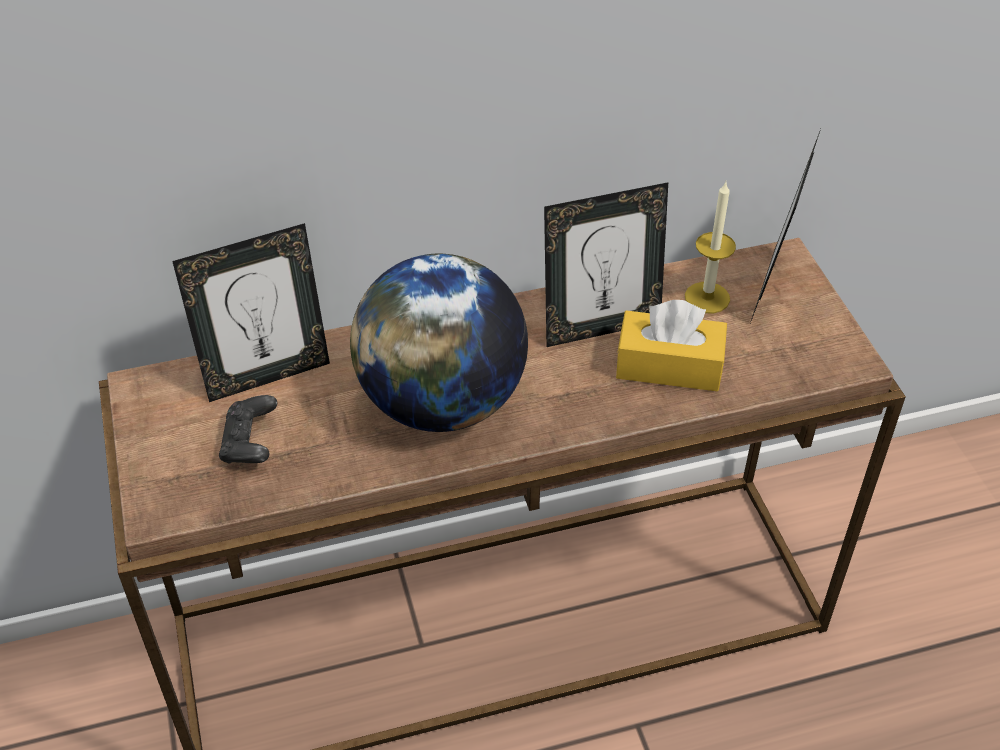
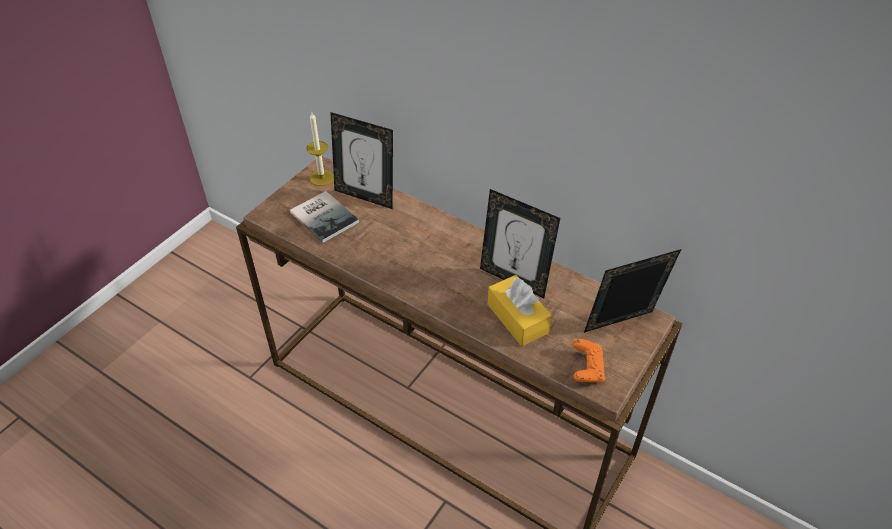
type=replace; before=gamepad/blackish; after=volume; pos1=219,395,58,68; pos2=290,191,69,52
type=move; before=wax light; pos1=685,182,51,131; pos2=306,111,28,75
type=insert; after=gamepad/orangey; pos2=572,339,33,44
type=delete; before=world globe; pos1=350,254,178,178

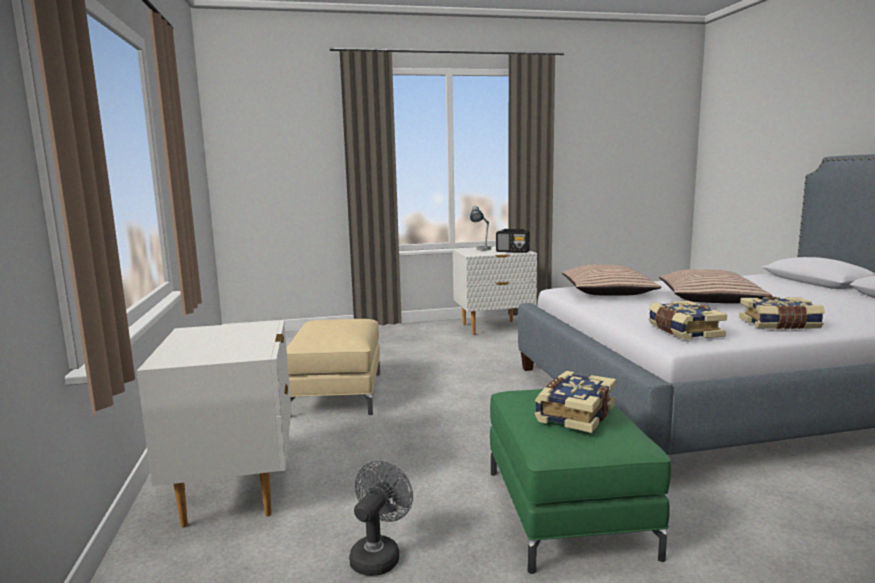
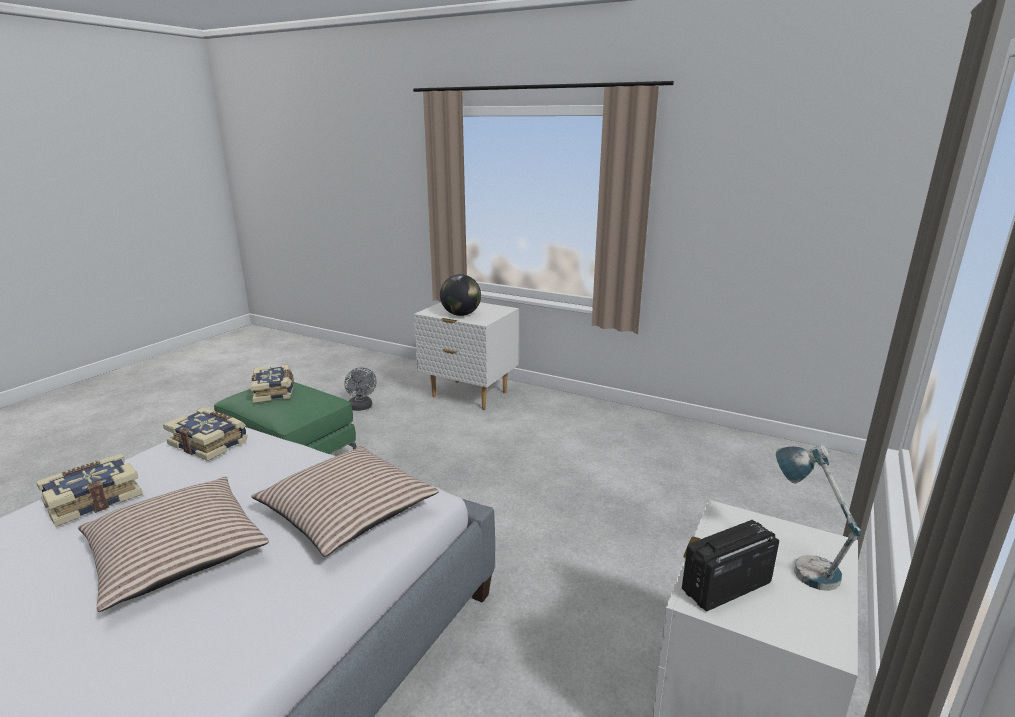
type=insert; after=world globe; pos2=440,274,41,42
type=delete; before=pouffe/beige-coloured; pos1=286,319,94,96

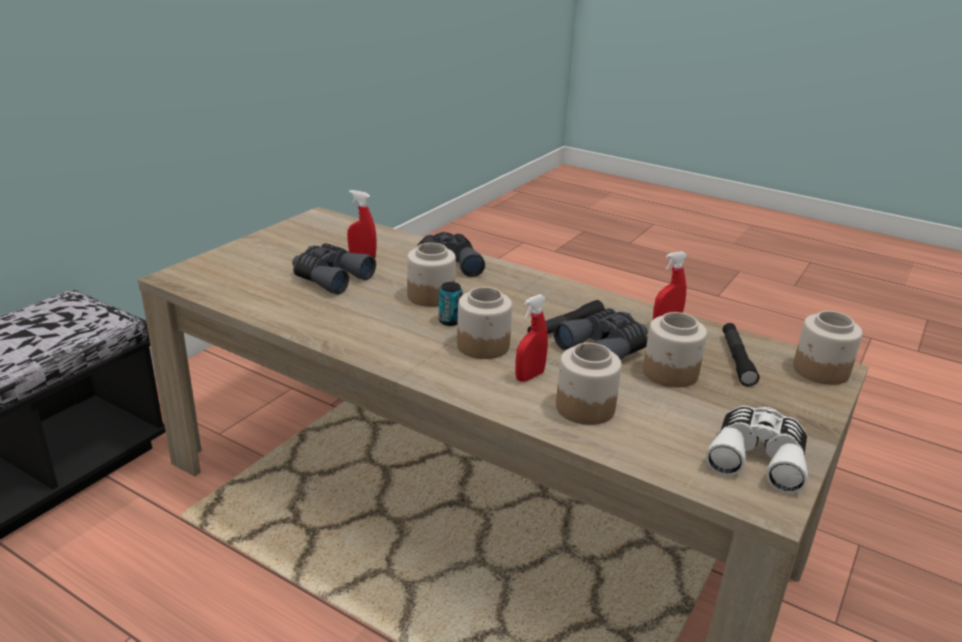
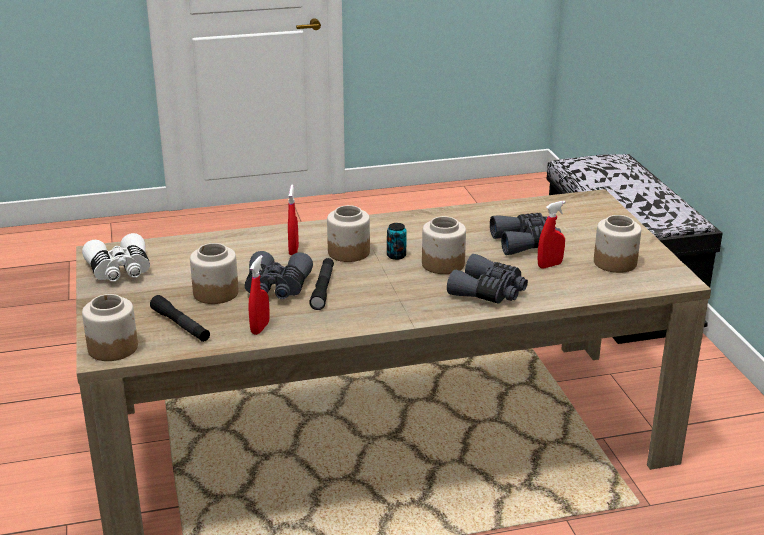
type=move; before=storage jar; pos1=556,343,66,82; pos2=594,215,47,58

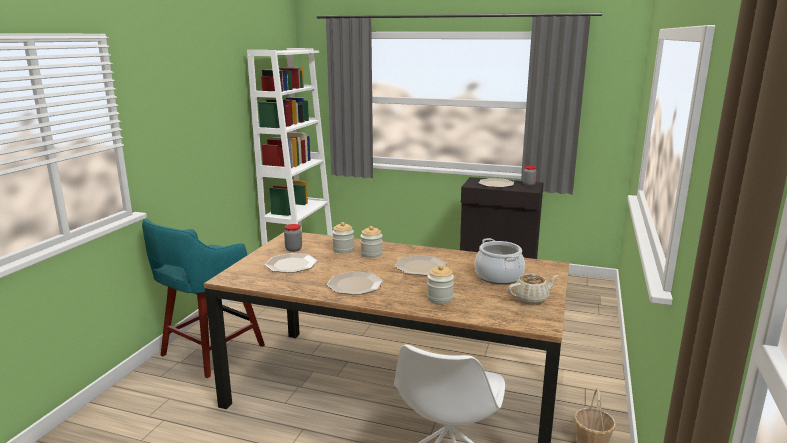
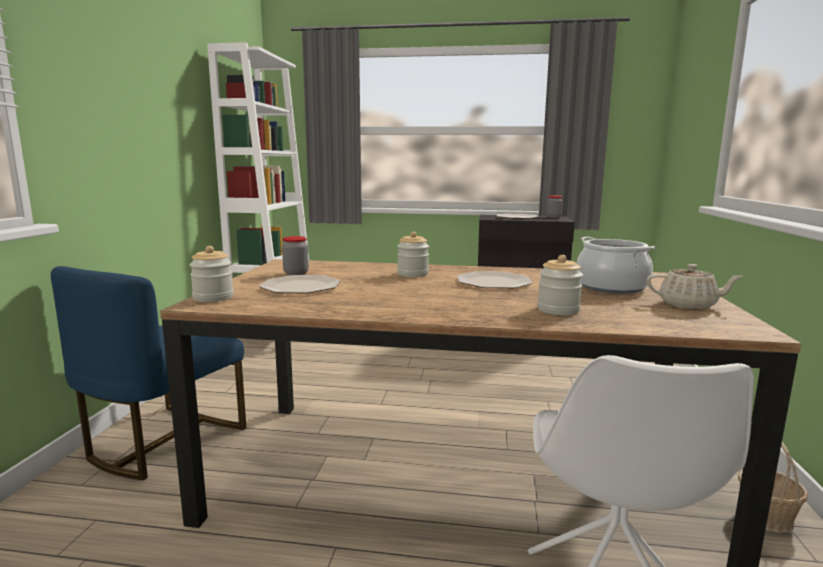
type=replace; before=stool/blue-green; after=chair/blue-coloured; pos1=142,219,123,159; pos2=51,266,195,215
type=move; before=storage jar; pos1=332,222,22,31; pos2=190,246,43,56
type=rotate; before=pot for tea/beige-coloured; pos1=508,273,50,32; pos2=646,264,97,46; turn=45
type=delete; before=flat dish; pos1=327,271,56,24

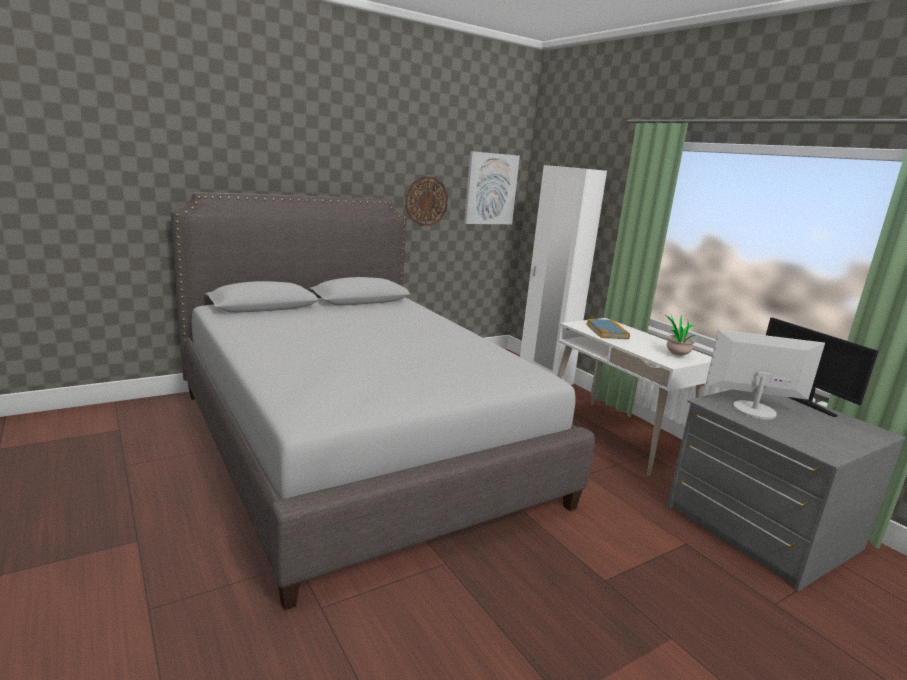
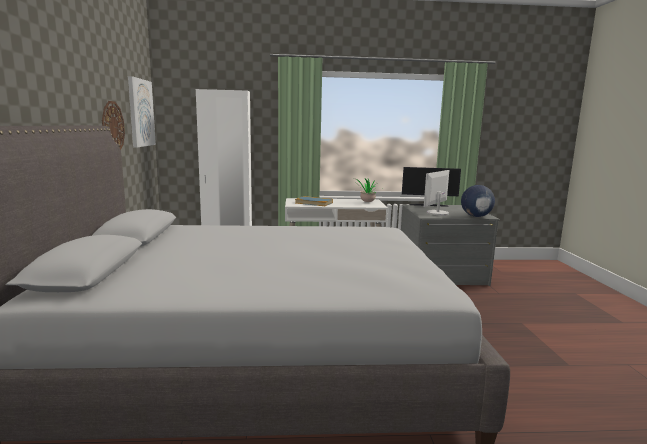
type=insert; after=world globe; pos2=461,185,34,32

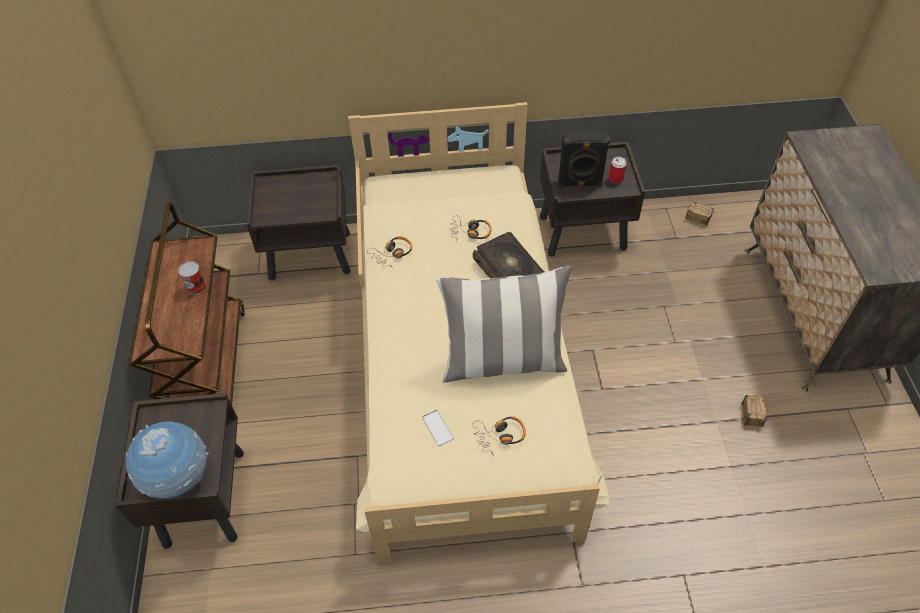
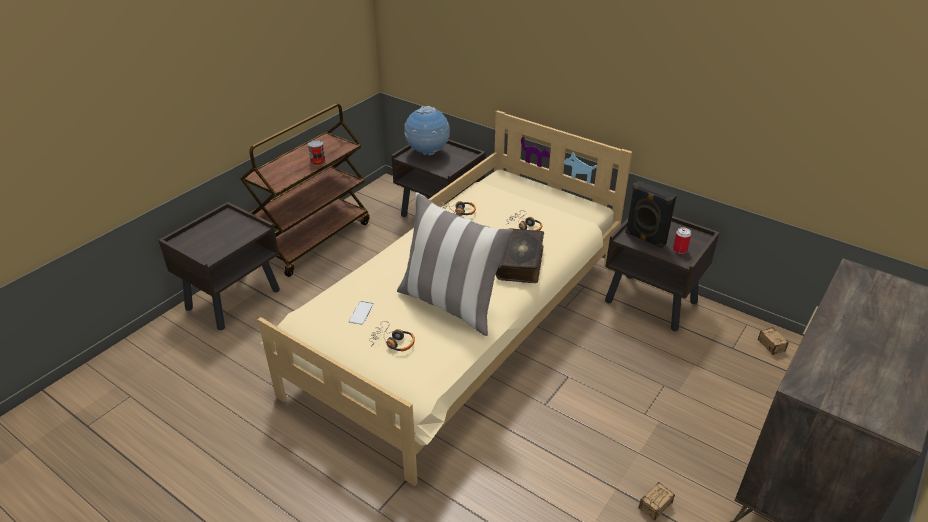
type=move; before=world globe; pos1=126,421,83,78; pos2=404,106,46,50

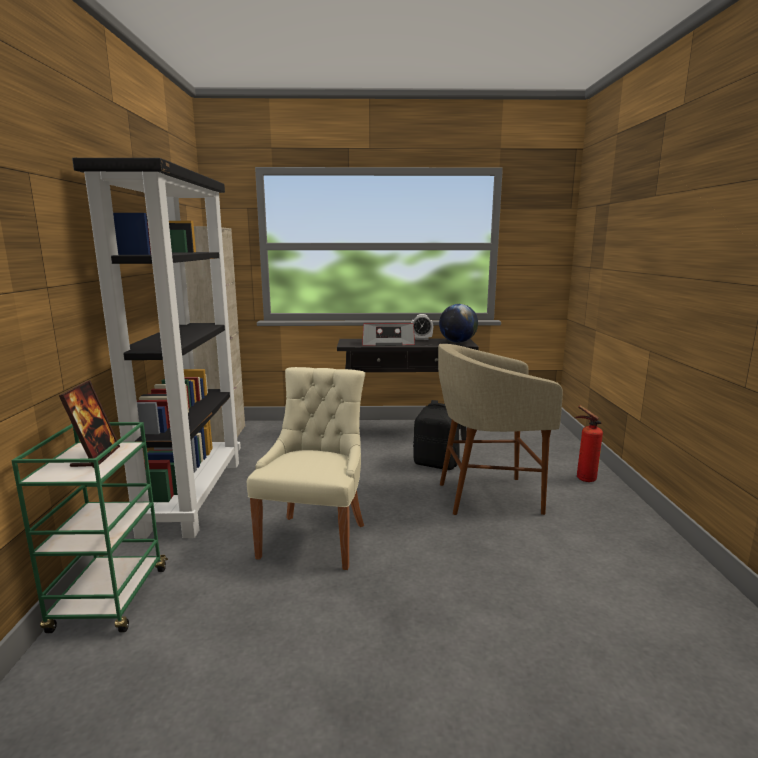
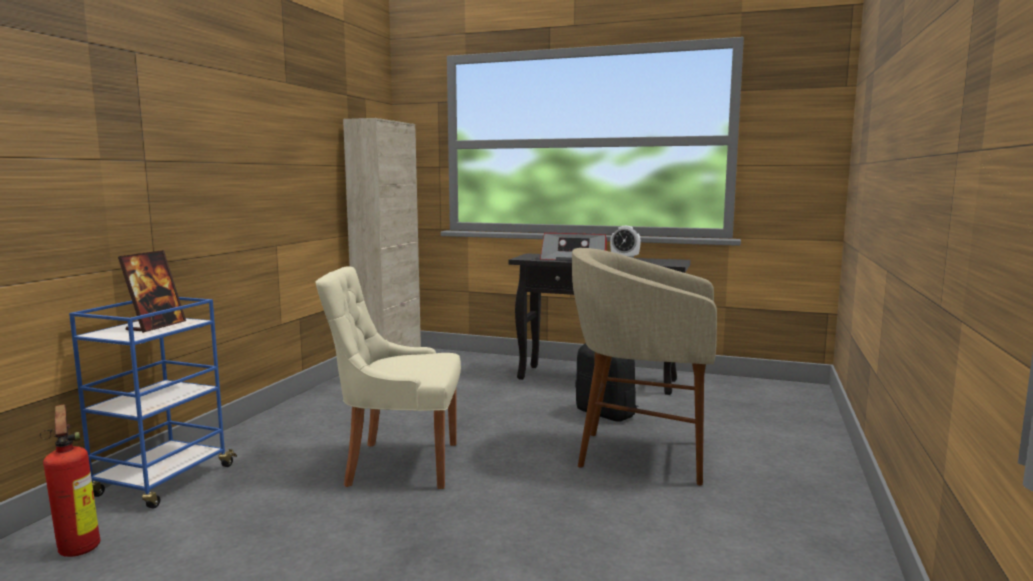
type=move; before=fire extinguisher; pos1=575,405,28,77; pos2=40,404,61,153
type=recolor; before=trolley/green; after=trolley/blue-coloured; pos1=11,422,157,211; pos2=69,297,168,212
type=rotate; before=chair/beige-coloured; pos1=247,367,118,203; pos2=316,266,145,223; turn=-120
type=delete; before=bookcase/blackish; pos1=72,158,169,381
type=delete; before=world globe; pos1=439,304,39,39

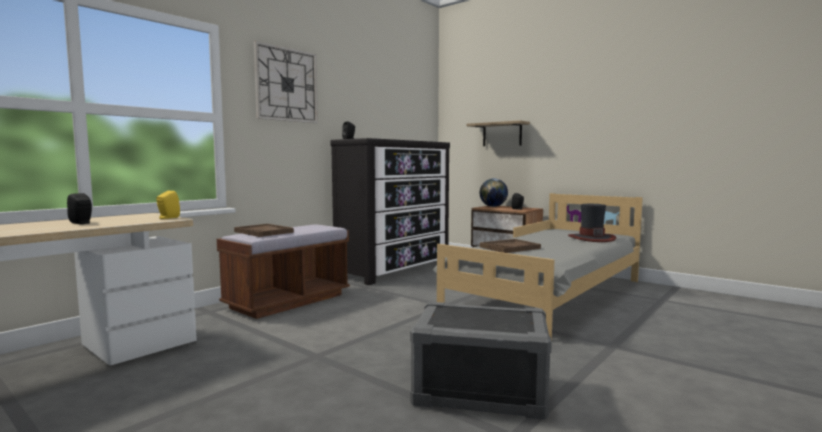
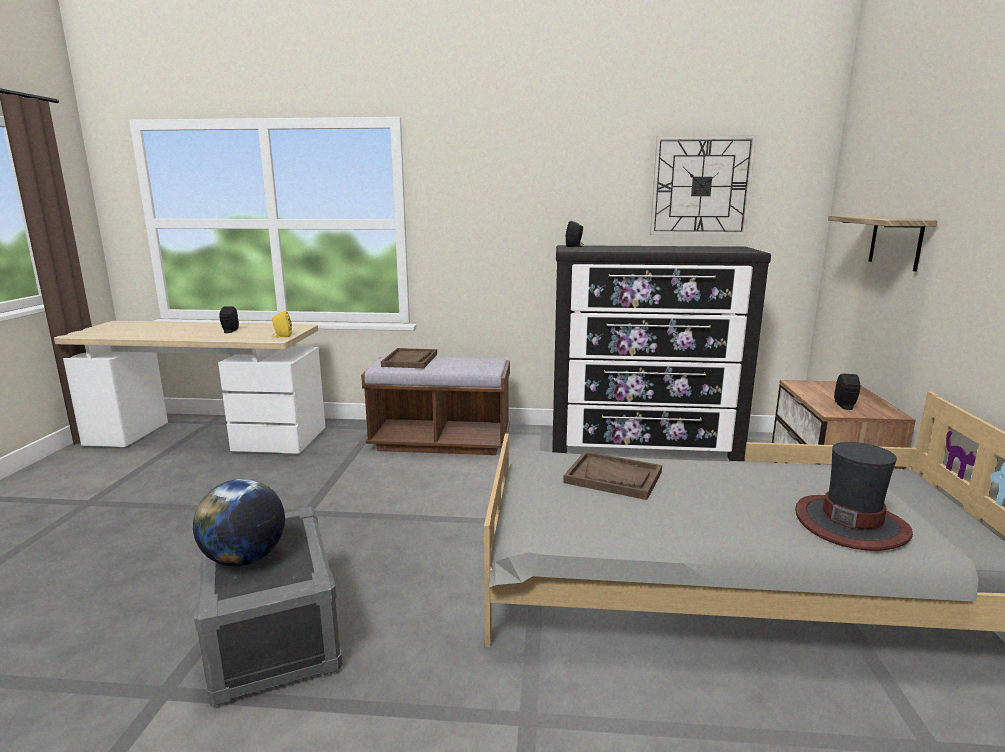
type=move; before=world globe; pos1=480,178,28,29; pos2=193,479,92,87
type=move; before=clock on the wall; pos1=254,41,64,82; pos2=650,135,107,100

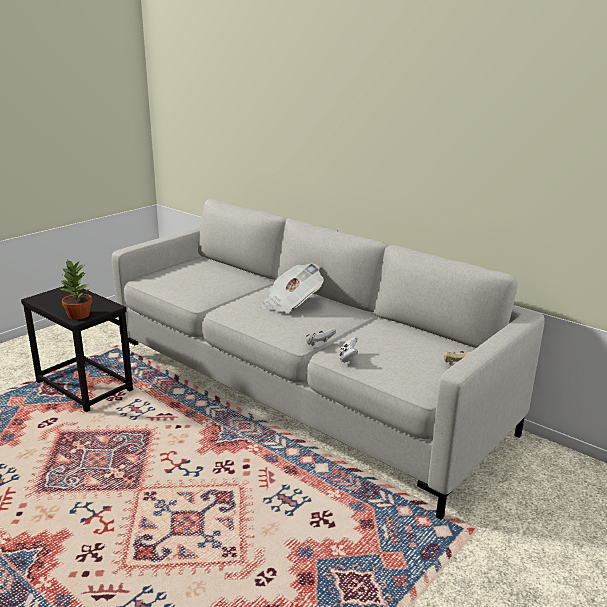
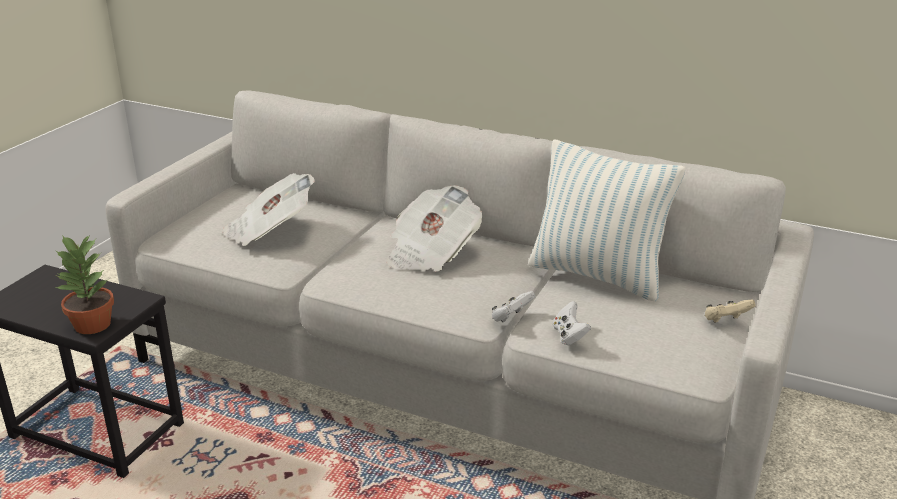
type=insert; after=newspaper; pos2=222,173,93,73
type=insert; after=throw pillow; pos2=528,139,157,162

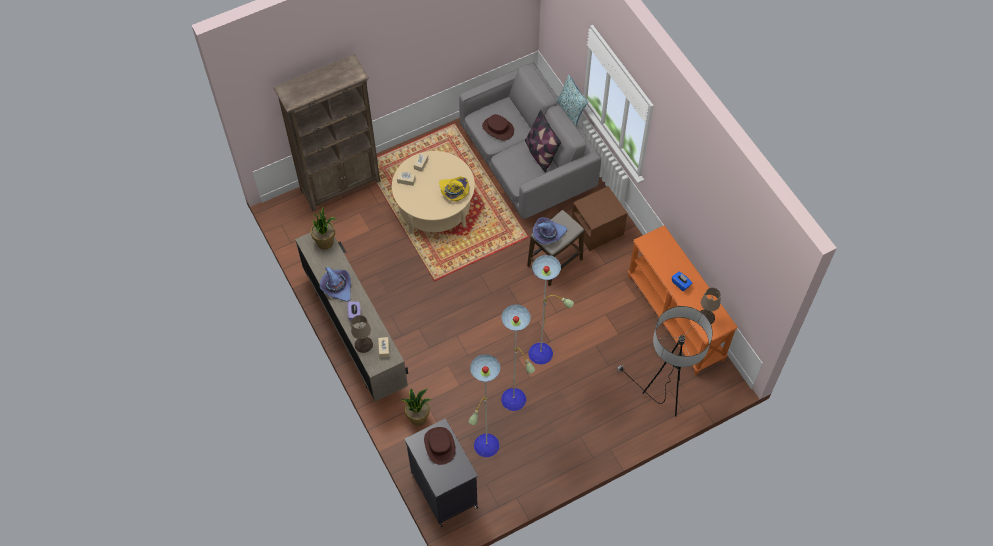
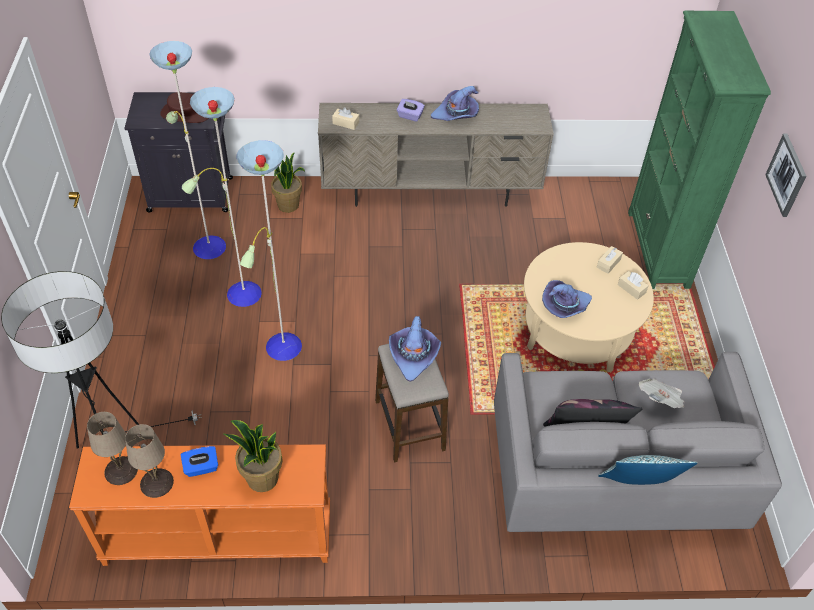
type=move; before=table lamp/beige-coloured; pos1=351,315,22,38; pos2=125,424,49,74
type=move; before=houseplant; pos1=311,206,26,44; pos2=224,420,59,72
type=recolor; before=hat/yellow; after=hat/purplish; pos1=439,177,30,24; pos2=542,280,50,38
type=recolor; before=bookcase/brown-coloured; after=bookcase/green; pos1=273,54,108,158; pos2=628,11,143,278
type=replace; before=hat/brown-coloured; after=newspaper; pos1=482,114,32,26; pos2=639,378,46,30
type=insert; after=wall art; pos2=765,134,41,83
type=delete; before=night table/brown-coloured; pos1=572,186,55,65

